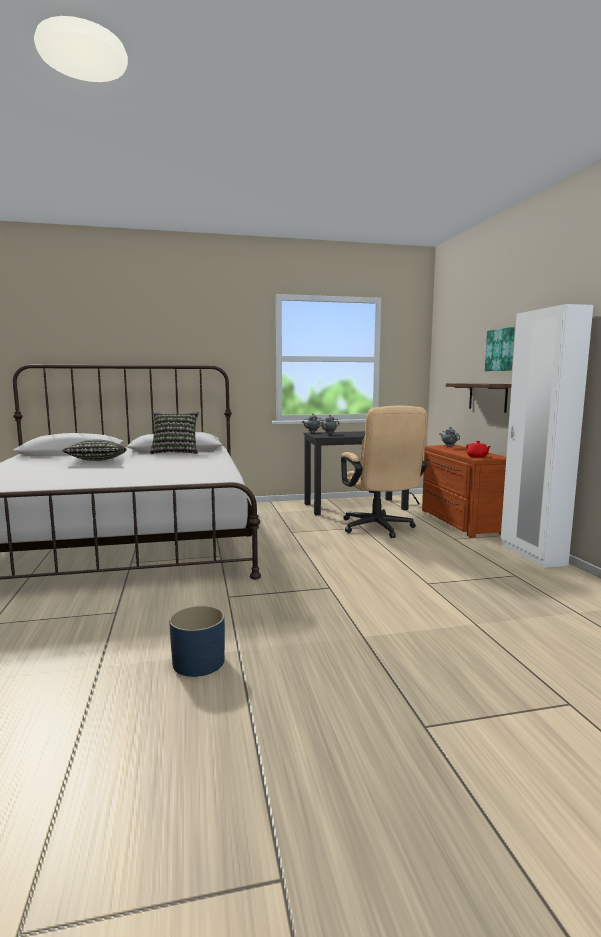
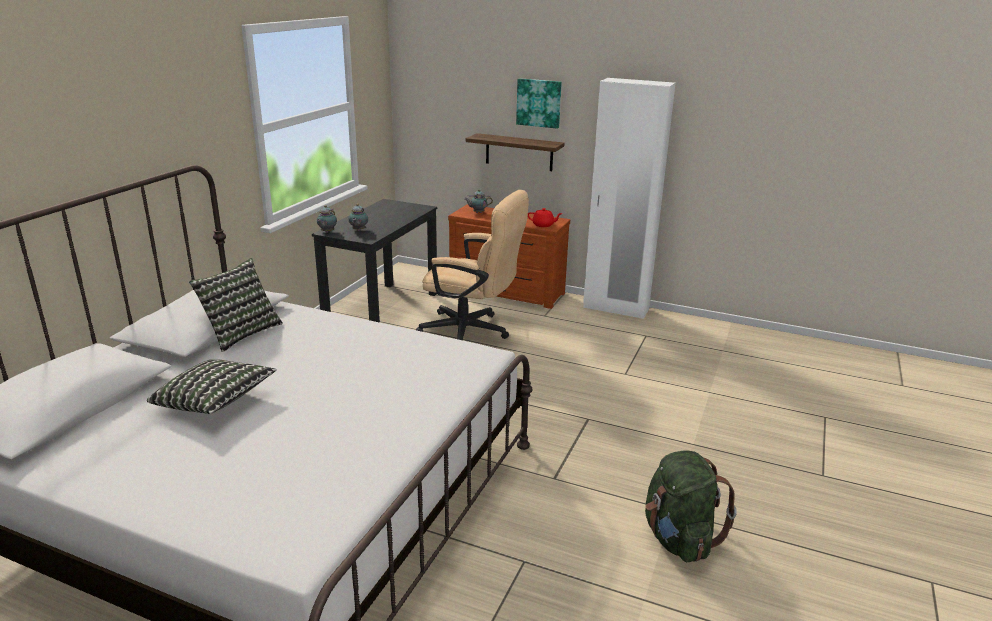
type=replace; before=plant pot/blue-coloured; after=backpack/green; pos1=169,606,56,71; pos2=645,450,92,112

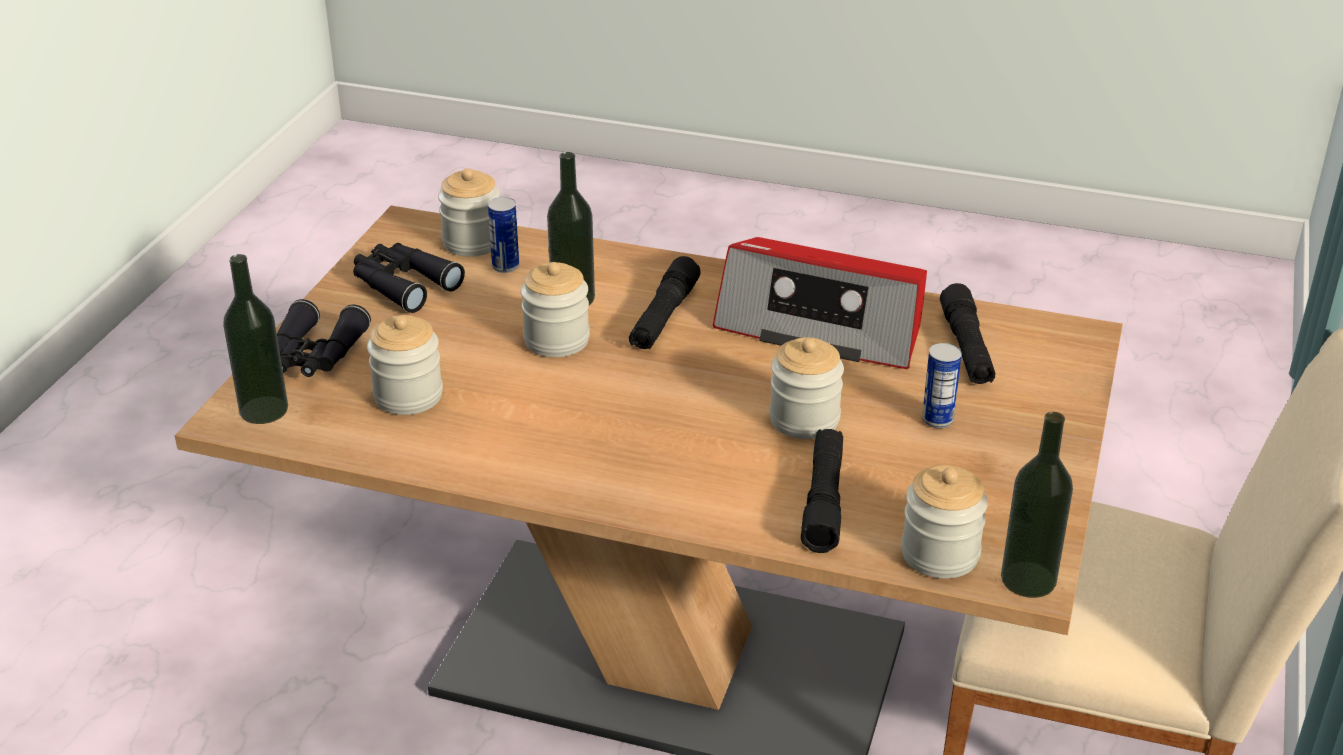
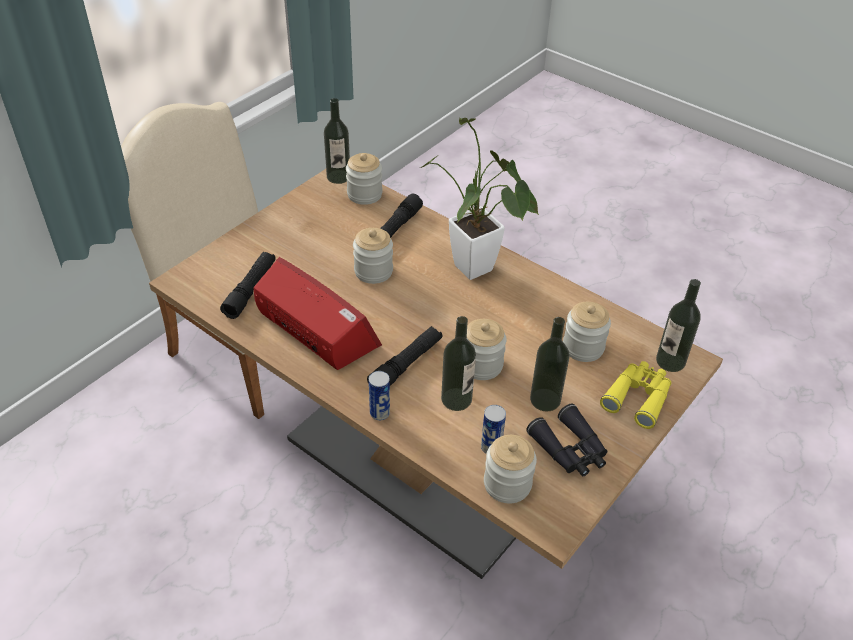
type=move; before=metal can; pos1=922,343,40,85; pos2=369,371,21,49
type=insert; after=houseplant; pos2=420,118,119,162
type=insert; after=beverage bottle; pos2=530,317,39,95
type=recolor; before=pair of binoculars/blackish; after=pair of binoculars/yellow; pos1=277,299,94,78; pos2=600,361,71,68

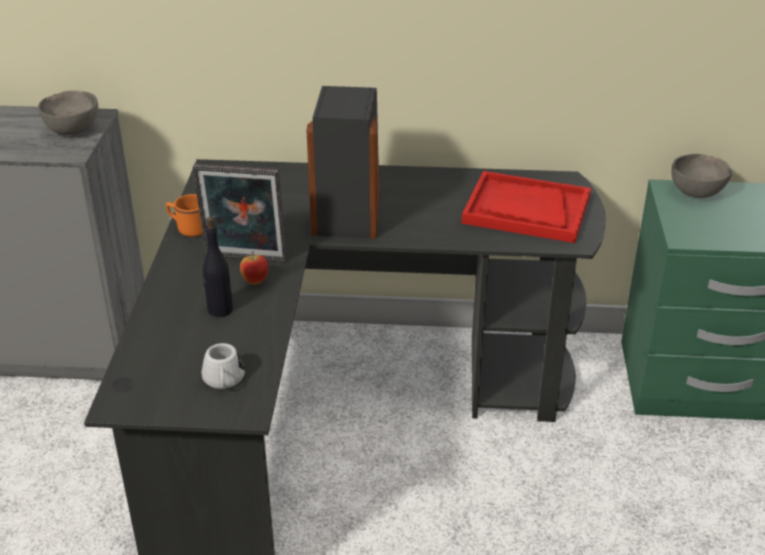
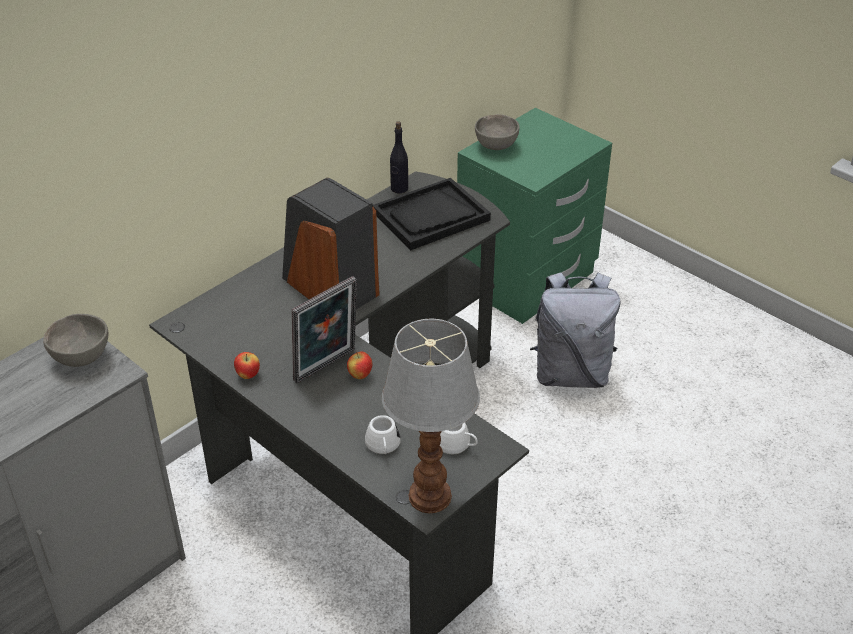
type=replace; before=tea mug/orangey; after=apple fruit; pos1=166,194,37,43; pos2=234,352,26,27
type=insert; after=tea mug/white; pos2=365,415,36,39
type=recolor; before=tray/red; after=tray/blackish; pos1=462,171,129,72; pos2=372,178,119,72
type=insert; after=table lamp; pos2=382,319,98,194
type=move; before=beverage bottle/blackish; pos1=202,217,31,100; pos2=390,121,18,73
type=insert; after=backpack/grey; pos2=530,272,90,116

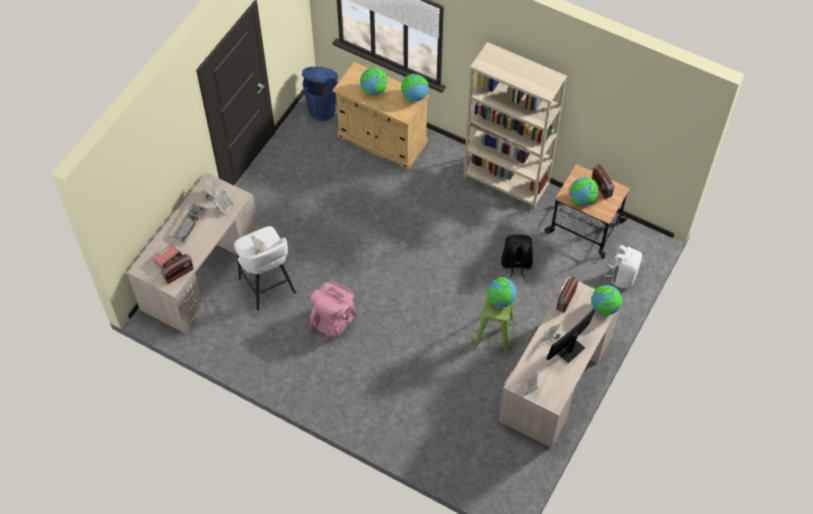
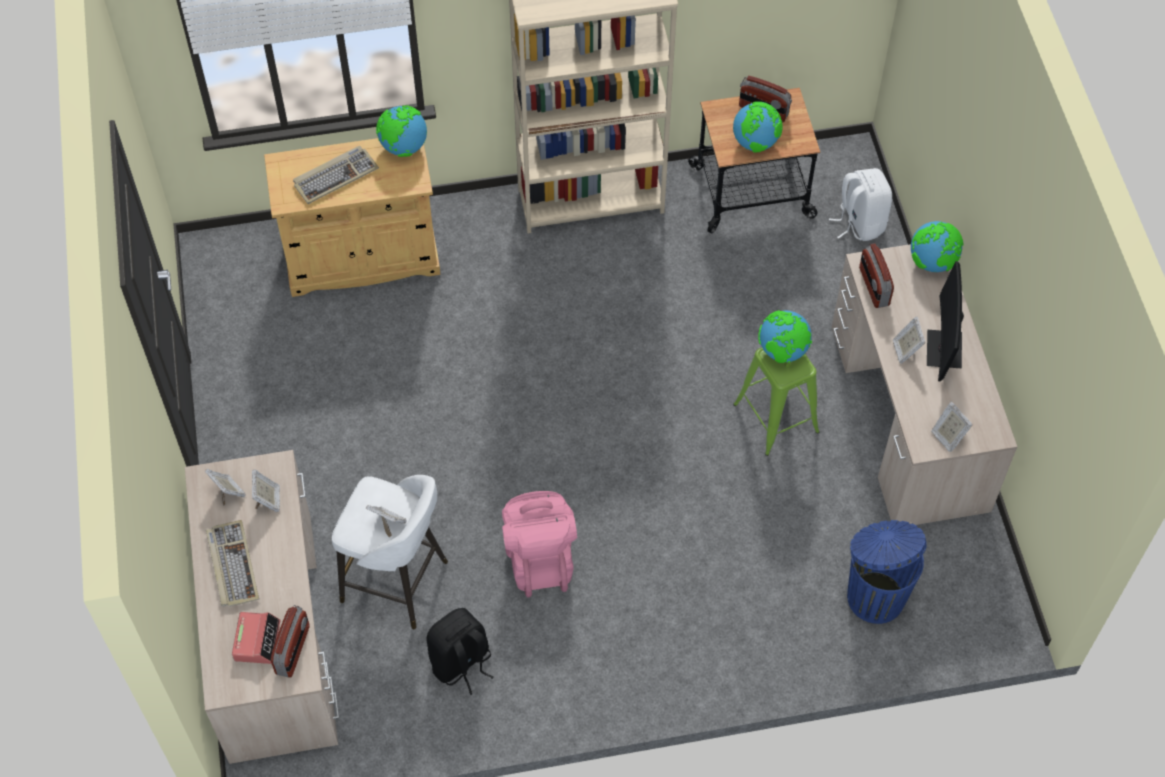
type=replace; before=world globe; after=computer keyboard; pos1=360,68,27,27; pos2=293,146,86,58
type=move; before=backpack/blackish; pos1=501,235,32,43; pos2=427,608,67,87
type=move; before=rubbish bin/blue-coloured; pos1=302,66,36,55; pos2=847,520,80,104

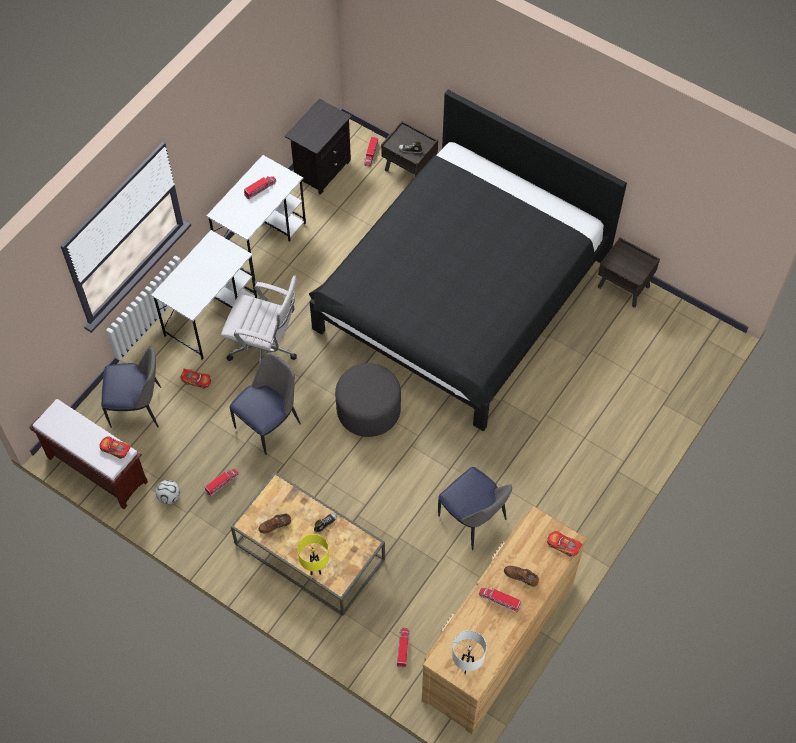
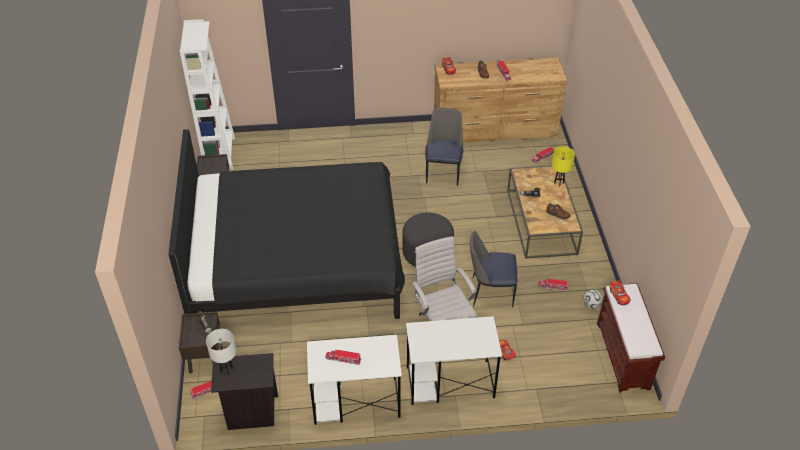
type=insert; after=bookcase/white; pos2=180,19,55,151
type=move; before=table lamp/white; pos1=452,630,35,44; pos2=206,329,30,46
type=delete; before=chair; pos1=101,346,60,82

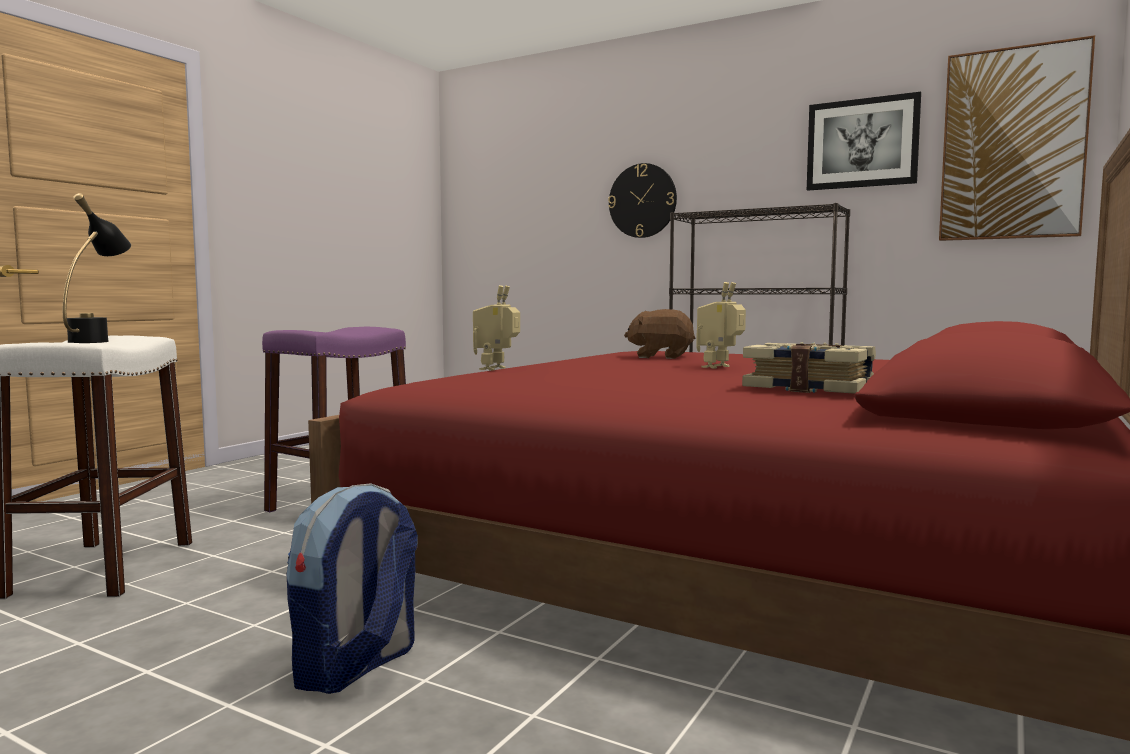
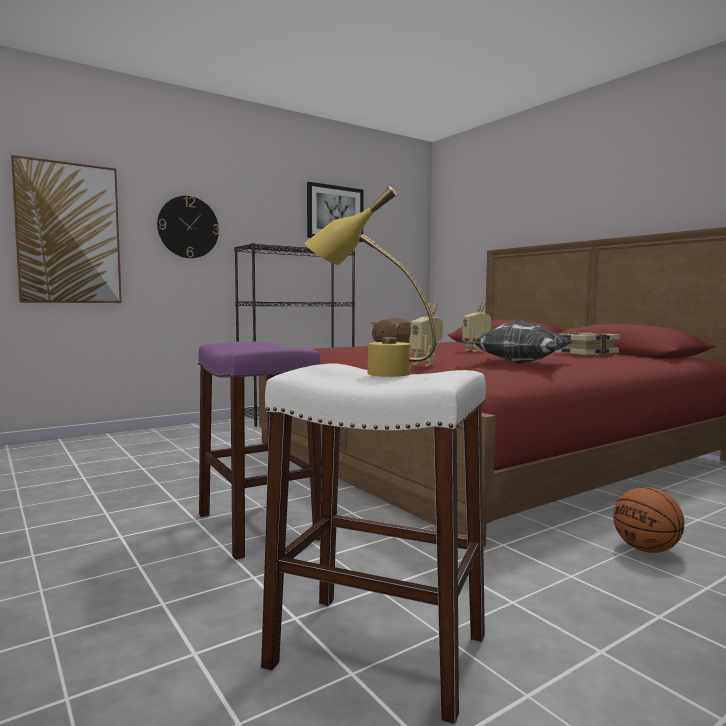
type=move; before=wall art; pos1=939,35,156,206; pos2=11,155,111,148
type=recolor; before=table lamp/blackish; after=table lamp/yellow; pos1=63,193,68,150; pos2=305,187,131,190
type=insert; after=throw pillow; pos2=459,320,114,44
type=replace; before=backpack; after=ball for basketball; pos1=287,483,131,211; pos2=613,487,71,66

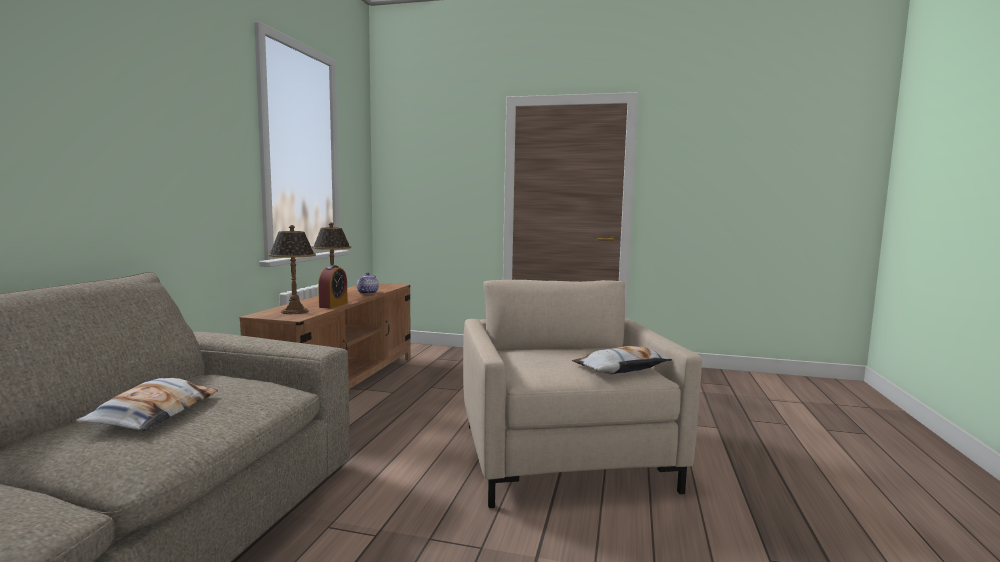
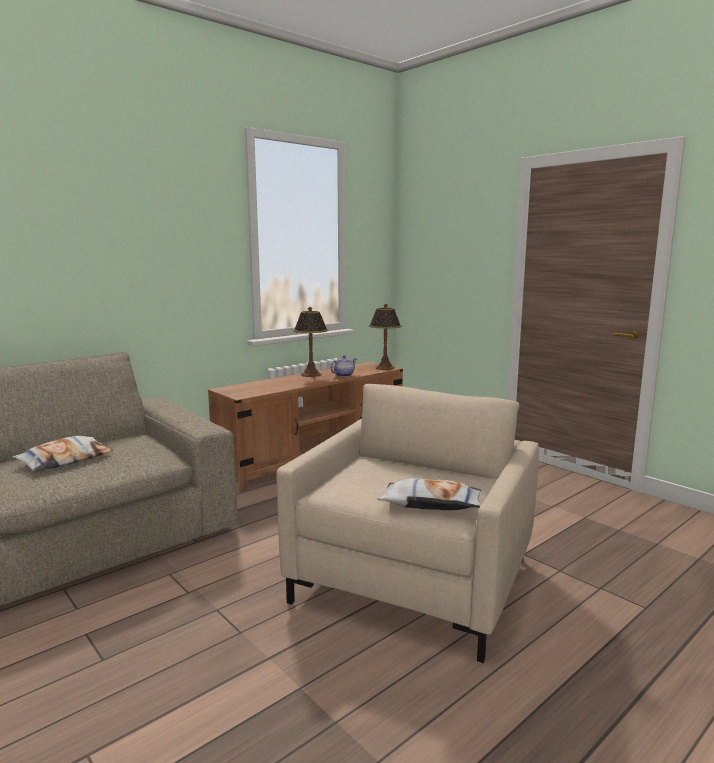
type=move; before=table lamp; pos1=268,225,48,89; pos2=369,304,33,66
type=delete; before=table clock; pos1=318,265,30,44

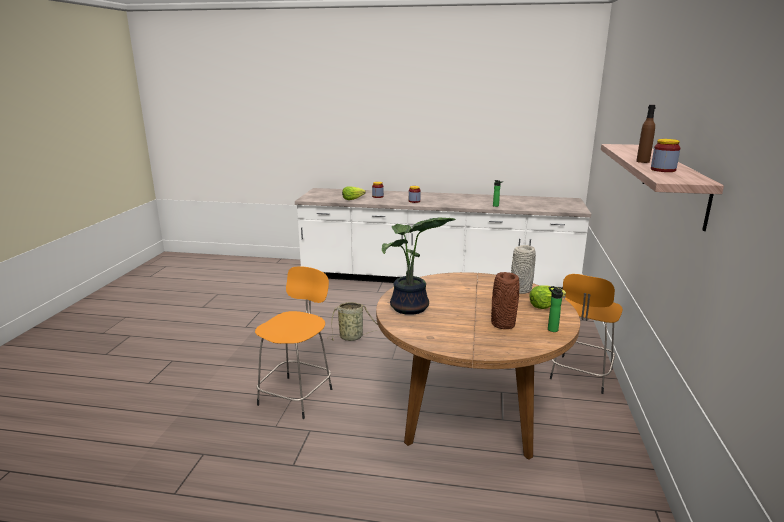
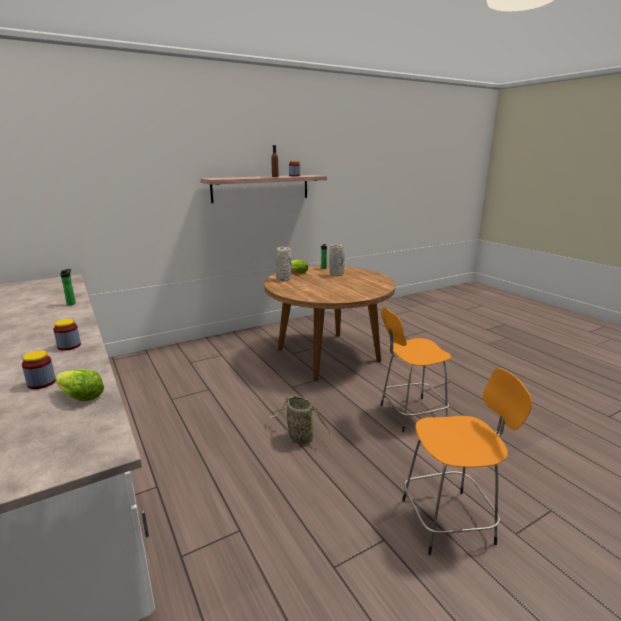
type=recolor; before=decorative vase/brown-coloured; after=decorative vase/grey; pos1=491,272,28,57; pos2=329,244,16,32
type=move; before=stool/orangey; pos1=550,274,73,120; pos2=402,368,130,187
type=delete; before=houseplant; pos1=382,217,74,98

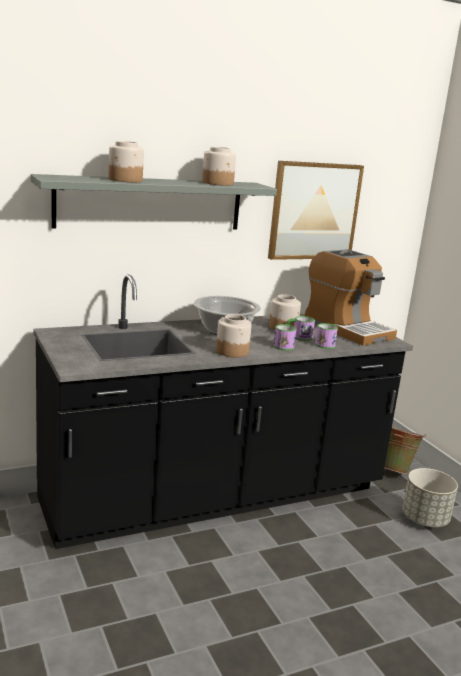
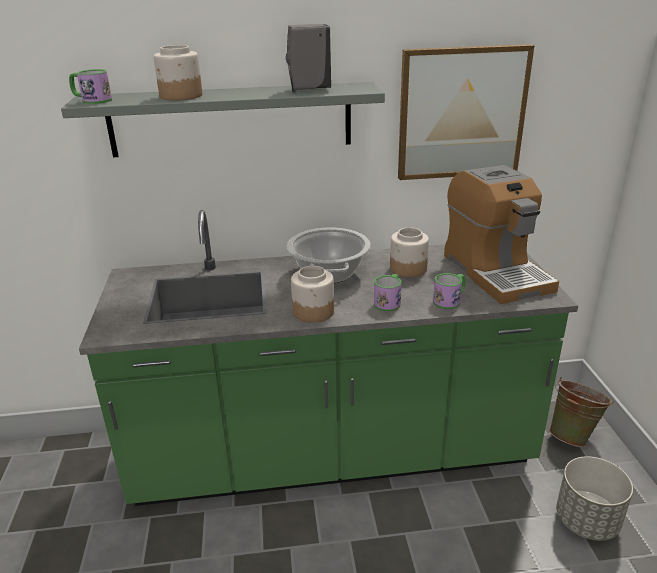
type=move; before=tea mug; pos1=287,316,28,25; pos2=69,69,43,35
type=recolor; before=kitchen base unit/blackish; after=kitchen base unit/green; pos1=33,275,380,274; pos2=79,210,499,296
type=replace; before=storage jar; after=liquid soap bottle/grey; pos1=202,147,34,39; pos2=286,24,45,68

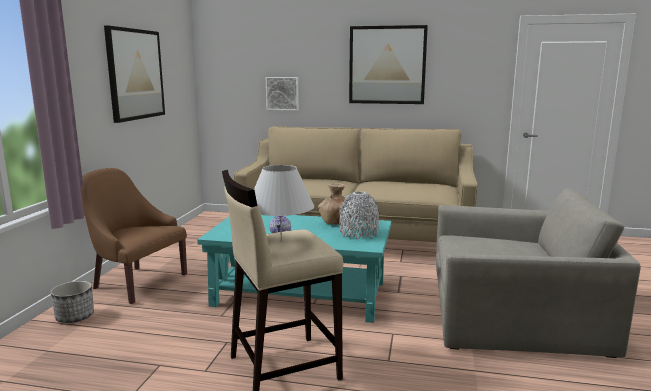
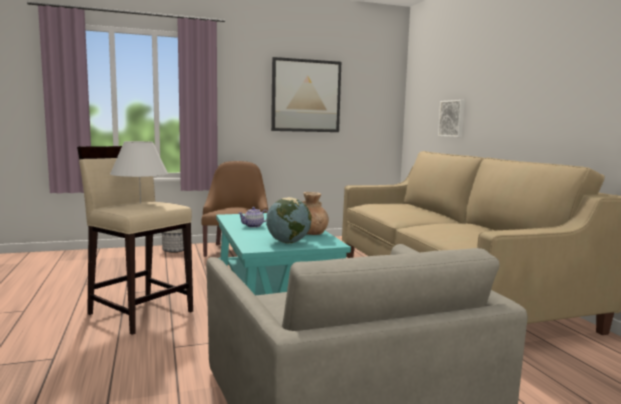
type=replace; before=decorative vase/grey; after=world globe; pos1=339,191,41,48; pos2=266,197,46,46
type=delete; before=wall art; pos1=349,25,79,79

